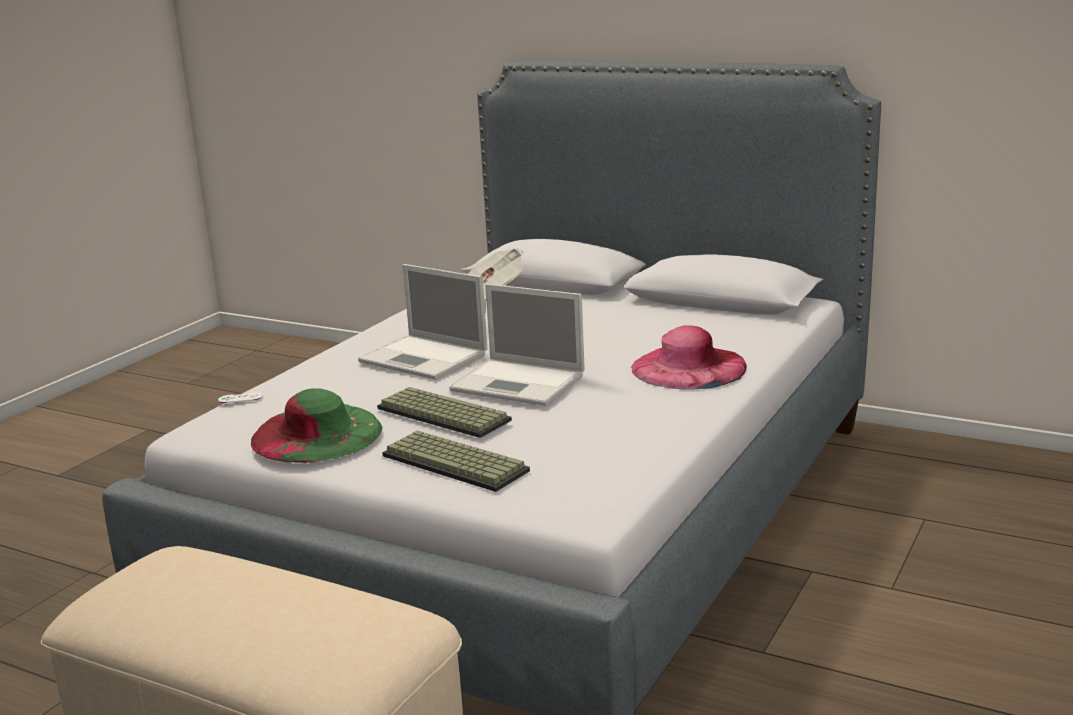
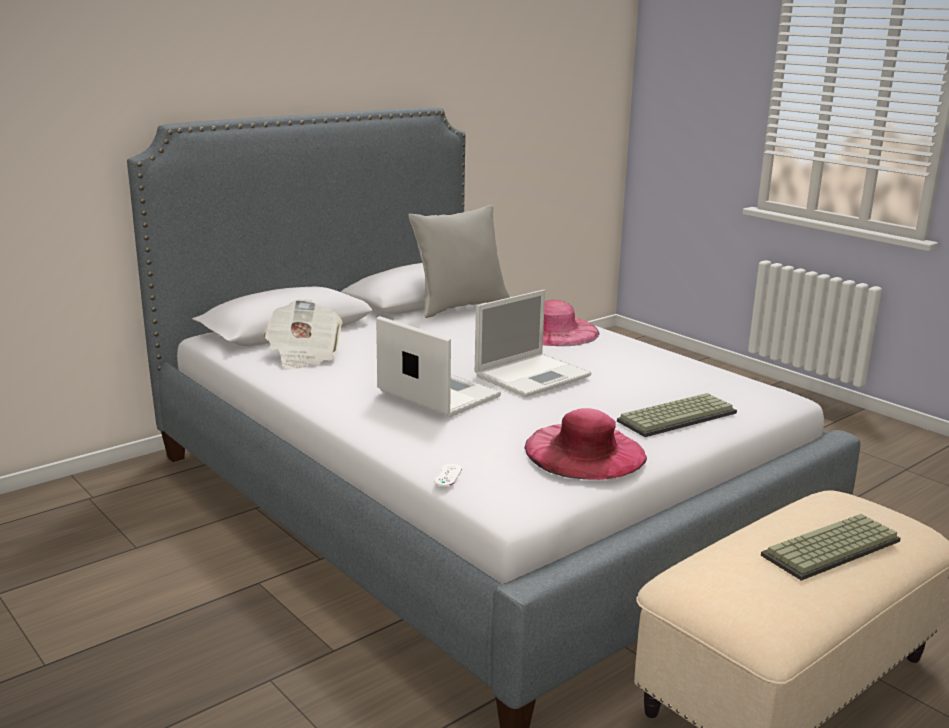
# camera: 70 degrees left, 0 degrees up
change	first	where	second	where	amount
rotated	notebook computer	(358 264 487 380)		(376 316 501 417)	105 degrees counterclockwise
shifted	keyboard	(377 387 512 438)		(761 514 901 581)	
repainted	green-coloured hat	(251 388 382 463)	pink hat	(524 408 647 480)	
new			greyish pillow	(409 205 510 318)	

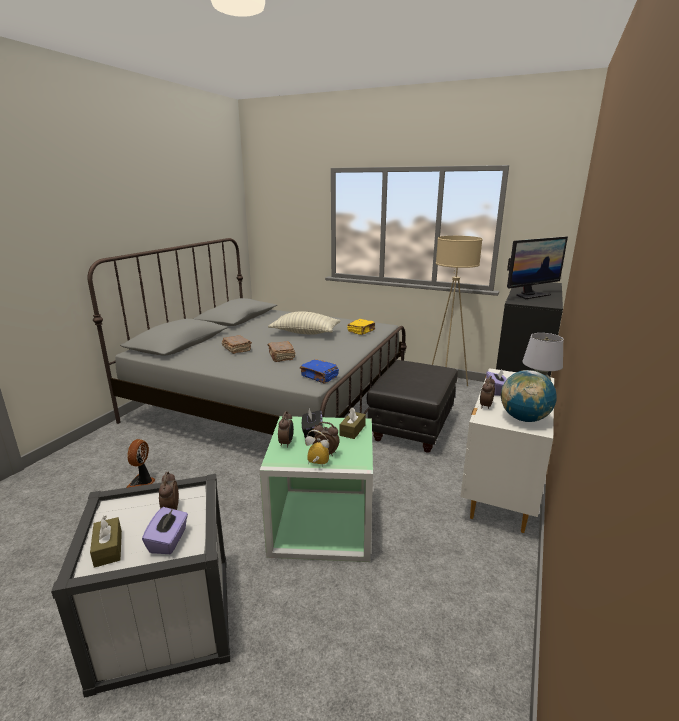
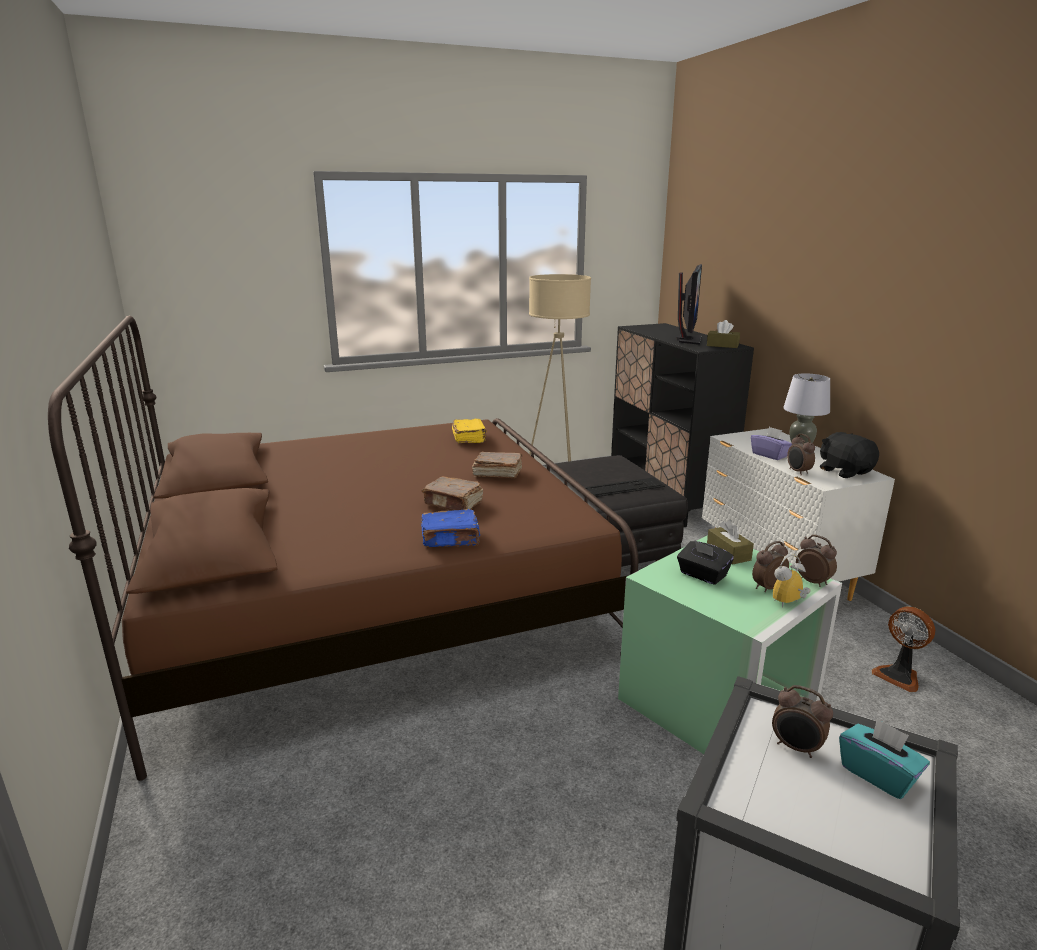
# camera: 45 degrees left, 0 degrees up
change	first	where	second	where	amount
repainted	greyish sleeping bed	(88 238 407 435)	brown-coloured sleeping bed	(48 316 638 781)	
gone	pillow	(268 311 341 334)			
shifted	brown-coloured book	(222 335 252 354)		(472 451 523 478)	
shifted	blue book	(300 359 339 384)		(421 509 481 547)	
swapped	desk globe	(501 370 557 422)	blackish soft toy	(820 432 879 478)	
shifted	bedside clock	(278 411 294 448)		(796 535 837 587)	
shifted	fan	(126 439 156 488)		(871 607 935 692)	
repainted	purplish tissue holder	(142 507 188 554)	blue-green tissue holder	(839 718 930 799)	
shifted	brown-coloured tissue holder	(90 515 122 568)		(707 320 740 348)	
new			keyboard	(584 477 665 497)	

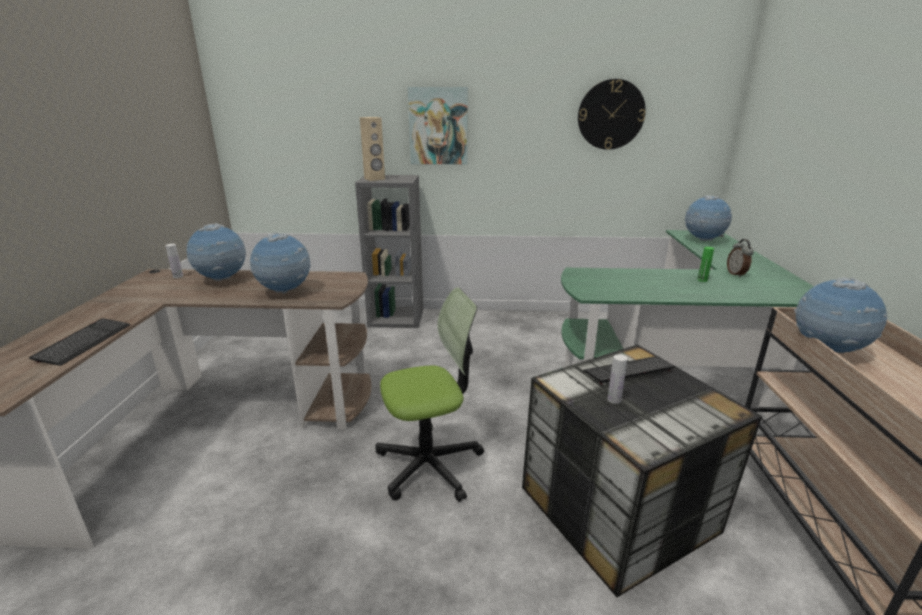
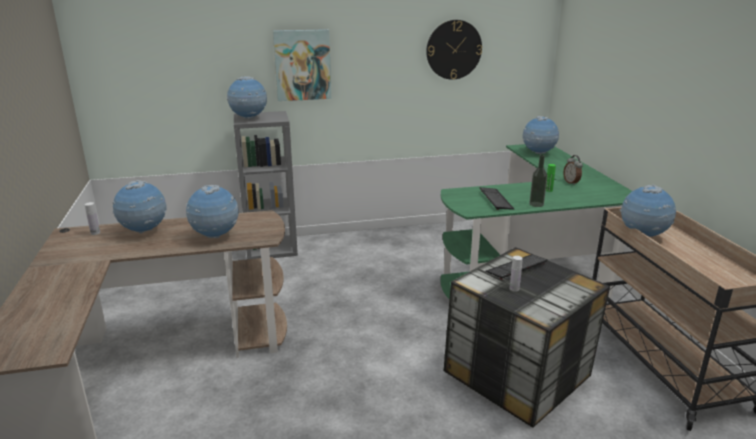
# camera: 15 degrees left, 0 degrees up
change	first	where	second	where	amount
swapped	beige loudspeaker	(360 117 385 181)	desk globe	(227 76 267 120)	
gone	desk chair	(375 288 484 502)			
shifted	keyboard	(29 318 130 366)		(479 187 515 210)	
new			beverage bottle	(529 155 547 207)	

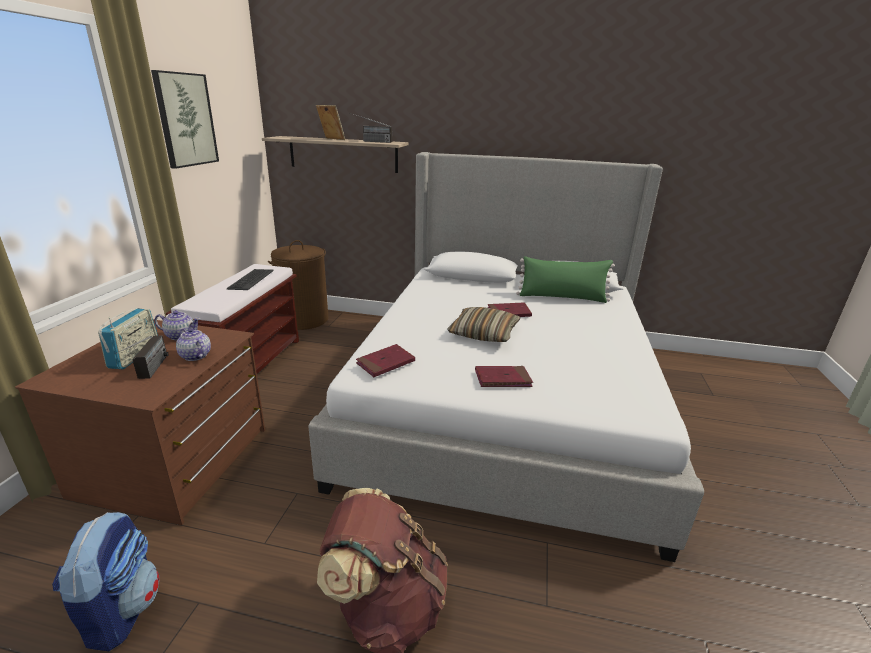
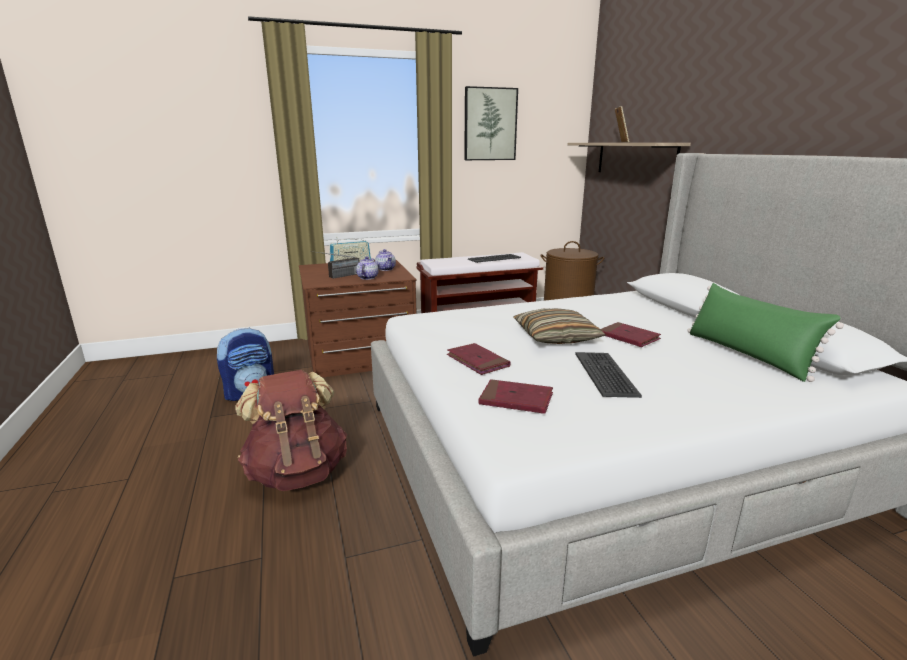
# camera: 60 degrees right, 5 degrees down
change	first	where	second	where	amount
gone	radio	(354 114 392 143)			
shifted	reddish book	(356 344 415 377)		(478 379 553 414)	
new			keyboard	(575 352 642 398)	

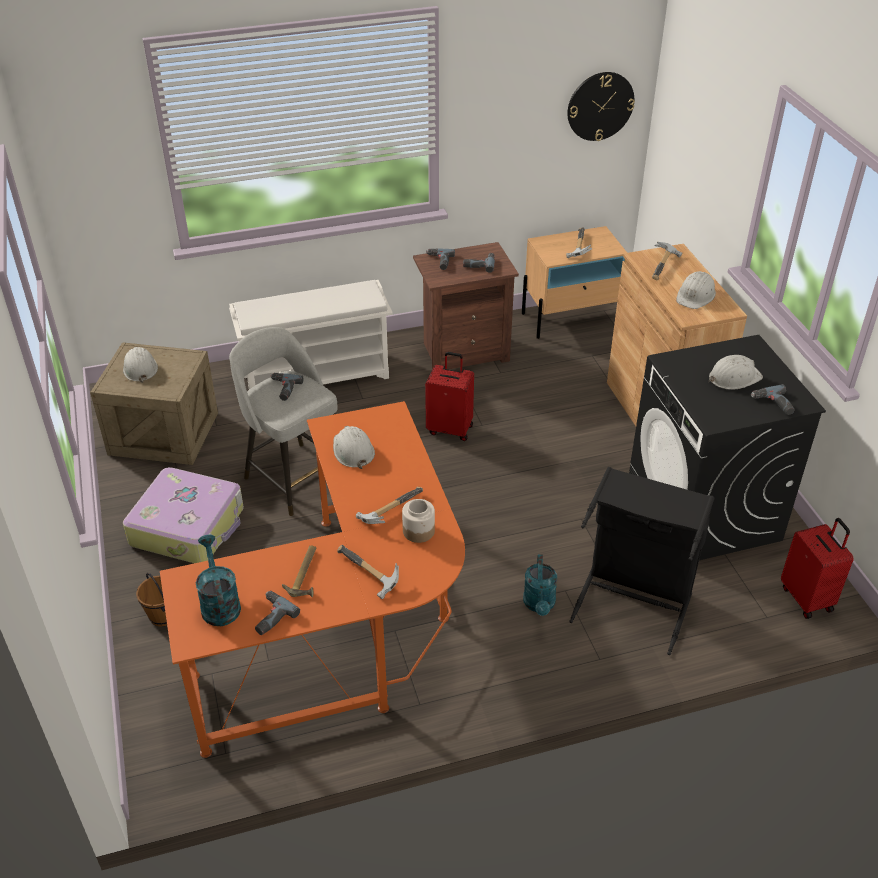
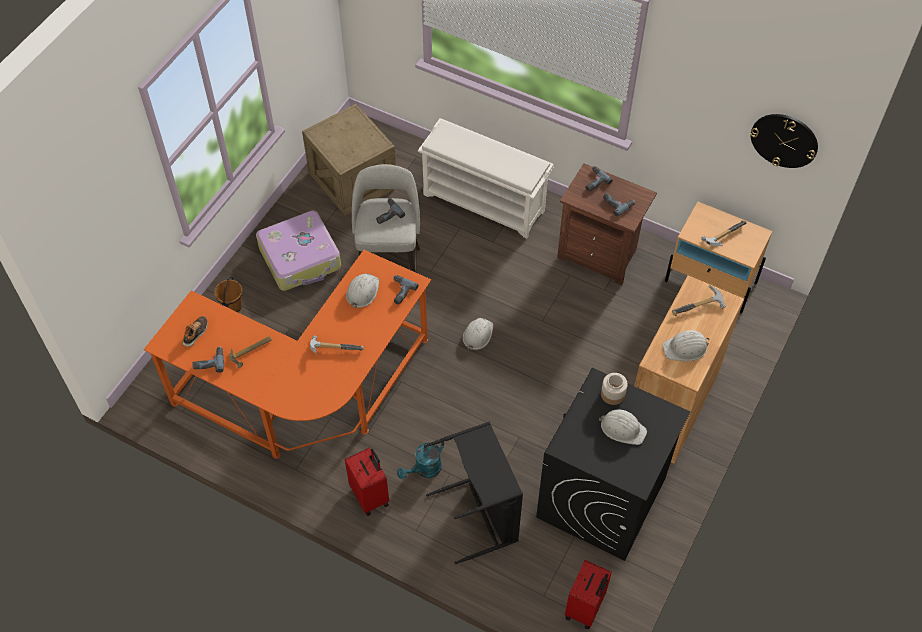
# camera: 45 degrees right, 15 degrees up
change	first	where	second	where	amount
shifted	whitish hard hat	(123 347 158 383)		(463 318 493 350)	
shifted	reddish suitcase	(425 352 474 441)		(345 448 389 516)	
shifted	electric drill	(751 384 794 415)		(393 275 419 304)	
shifted	jar	(402 499 435 543)		(601 373 628 405)	
swapped	blue-green watering pot	(196 535 241 626)	shoe	(182 316 208 347)	
gone	hammer	(337 545 399 599)			

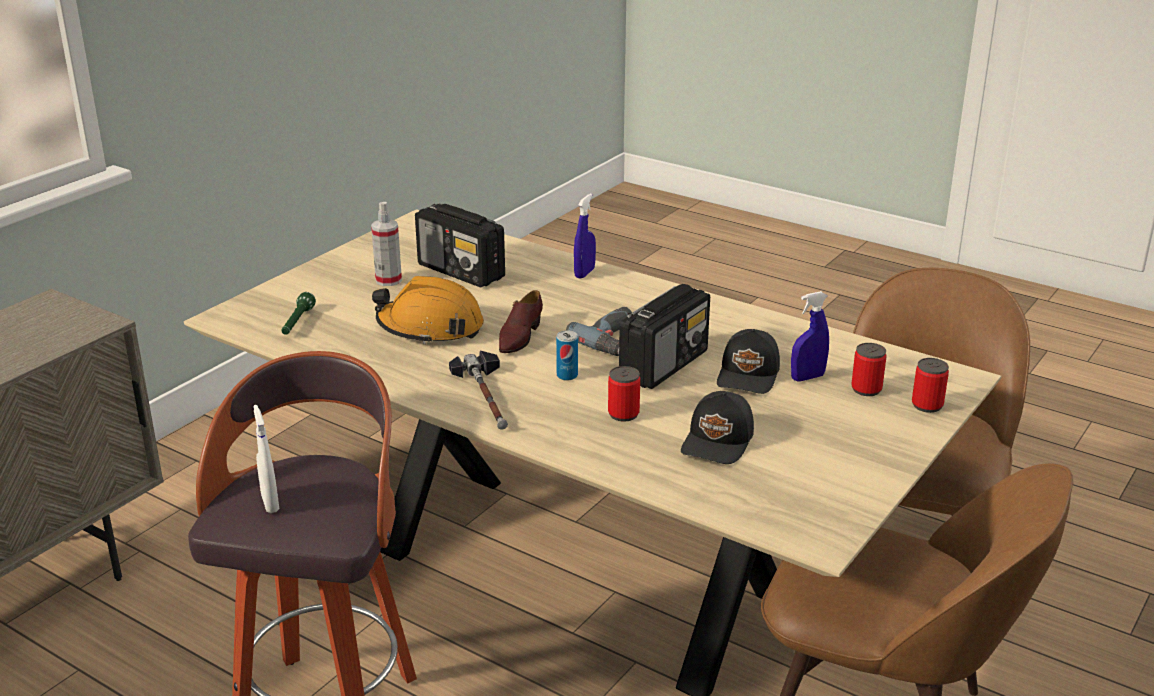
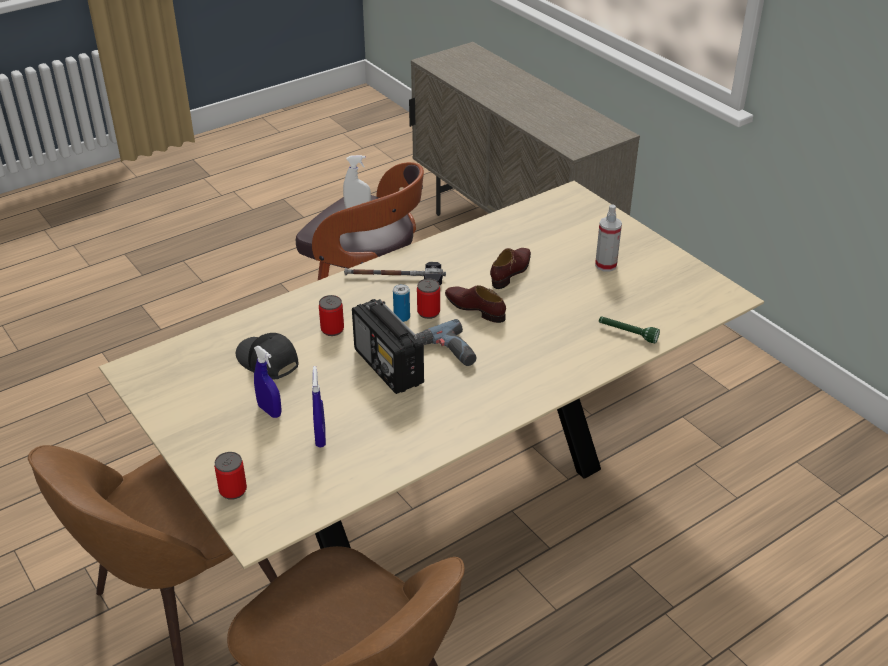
# camera: 110 degrees right, 10 degrees up
change	first	where	second	where	amount
shifted	blue spray bottle	(574 193 596 279)		(254 346 282 418)	
gone	radio	(415 203 505 287)			
swapped	orange-coloured hard hat	(372 276 484 345)	brown-coloured shoe	(490 248 531 289)	
shifted	green-coloured flashlight	(281 292 316 335)		(599 316 660 344)	
gone	blackish peaked cap	(717 329 780 394)			
shifted	can	(851 343 887 396)		(417 279 440 319)	

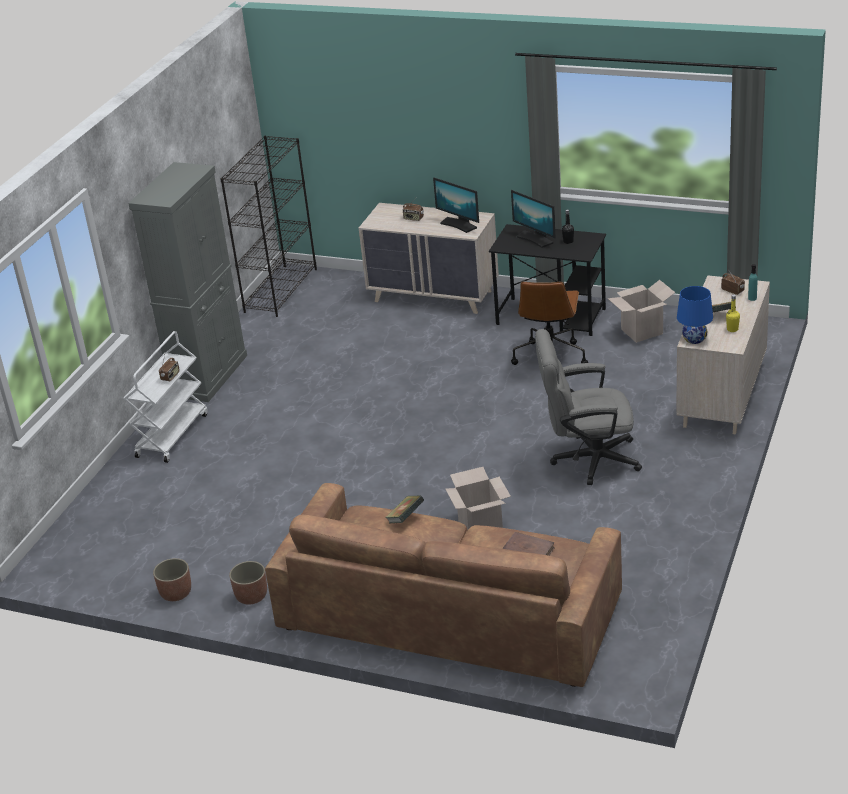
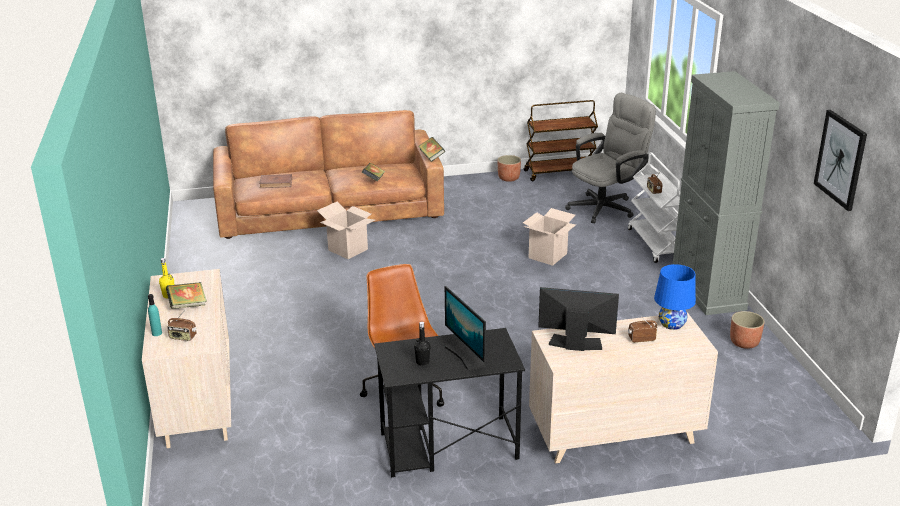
# camera: 145 degrees right, 5 degrees down
change	first	where	second	where	amount
gone	blackish bookshelf	(220 136 317 317)			
rotated	computer display	(511 190 556 248)		(444 286 486 371)	135 degrees counterclockwise
shifted	cardboard box	(608 280 675 343)		(523 208 576 266)	
shifted	blue tabletop lamp	(677 286 713 344)		(654 264 696 330)	
shifted	greyish desk chair	(535 329 642 485)		(565 93 656 224)	
shifted	planter	(229 561 267 605)		(730 311 765 349)	
new			brown-coloured trolley	(523 100 598 181)	
new			picture	(814 110 867 211)	
new			book	(418 137 445 162)	

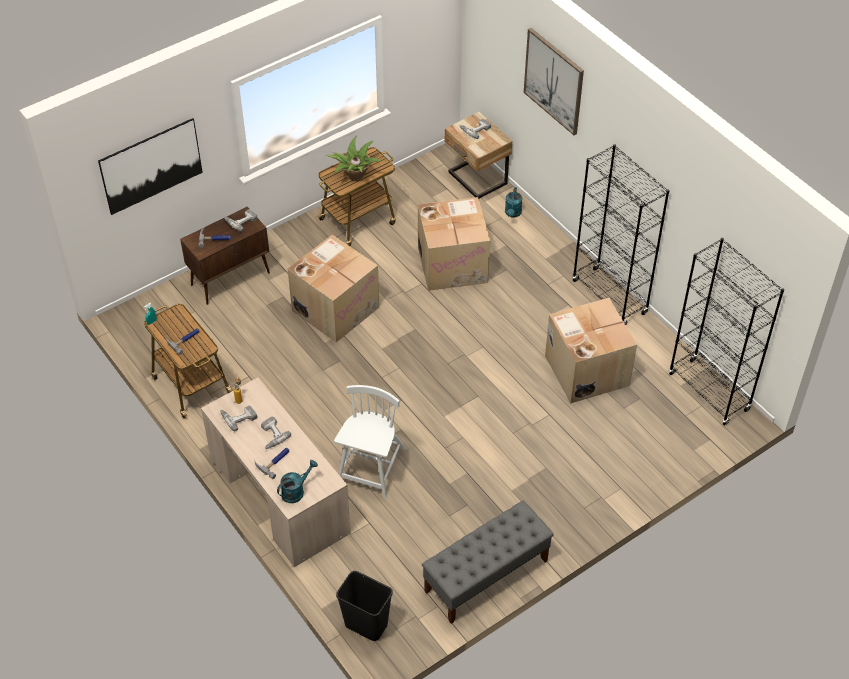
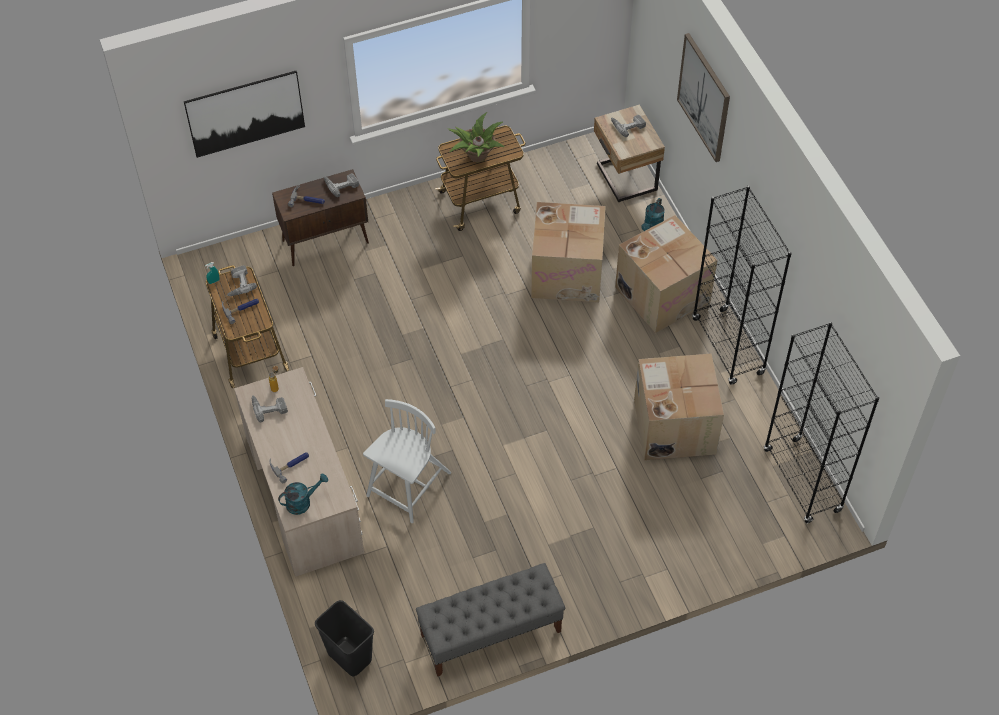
# camera: 15 degrees right, 5 degrees up
change	first	where	second	where	amount
shifted	cardboard box	(288 235 379 342)		(615 215 718 333)	
shifted	electric drill	(261 416 291 449)		(227 265 257 296)	

